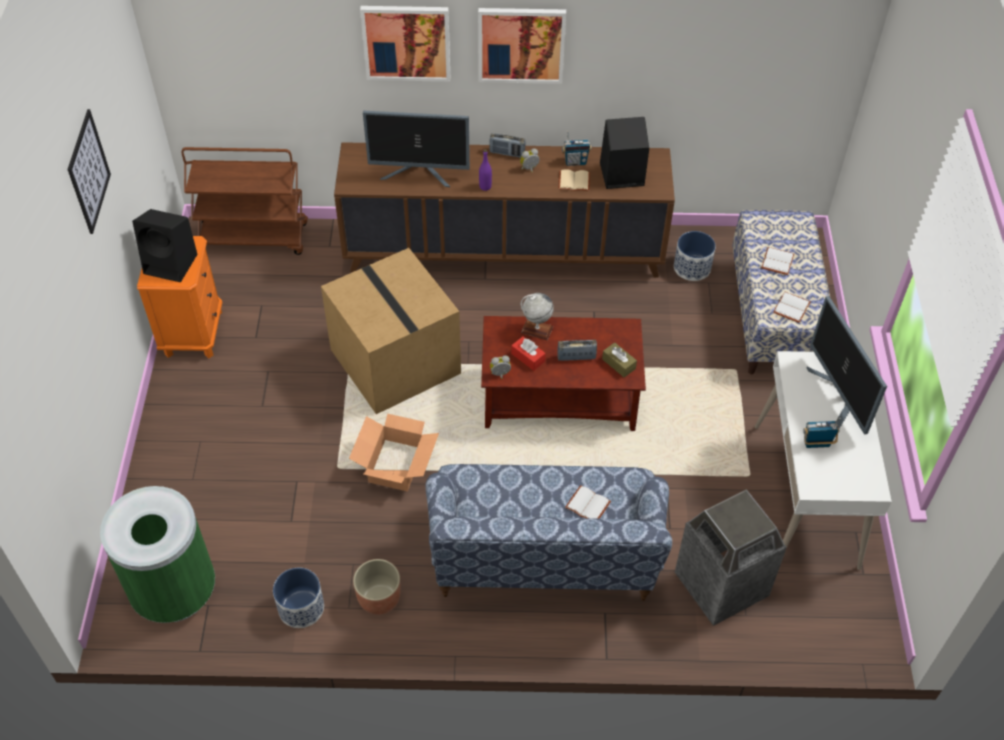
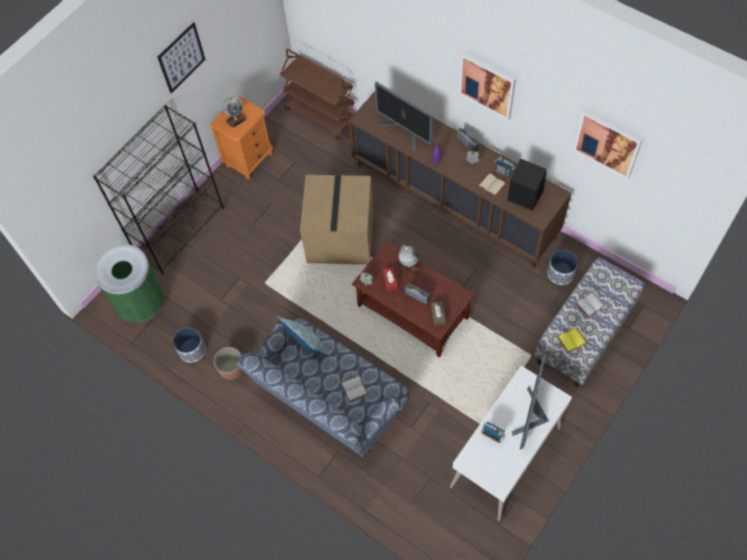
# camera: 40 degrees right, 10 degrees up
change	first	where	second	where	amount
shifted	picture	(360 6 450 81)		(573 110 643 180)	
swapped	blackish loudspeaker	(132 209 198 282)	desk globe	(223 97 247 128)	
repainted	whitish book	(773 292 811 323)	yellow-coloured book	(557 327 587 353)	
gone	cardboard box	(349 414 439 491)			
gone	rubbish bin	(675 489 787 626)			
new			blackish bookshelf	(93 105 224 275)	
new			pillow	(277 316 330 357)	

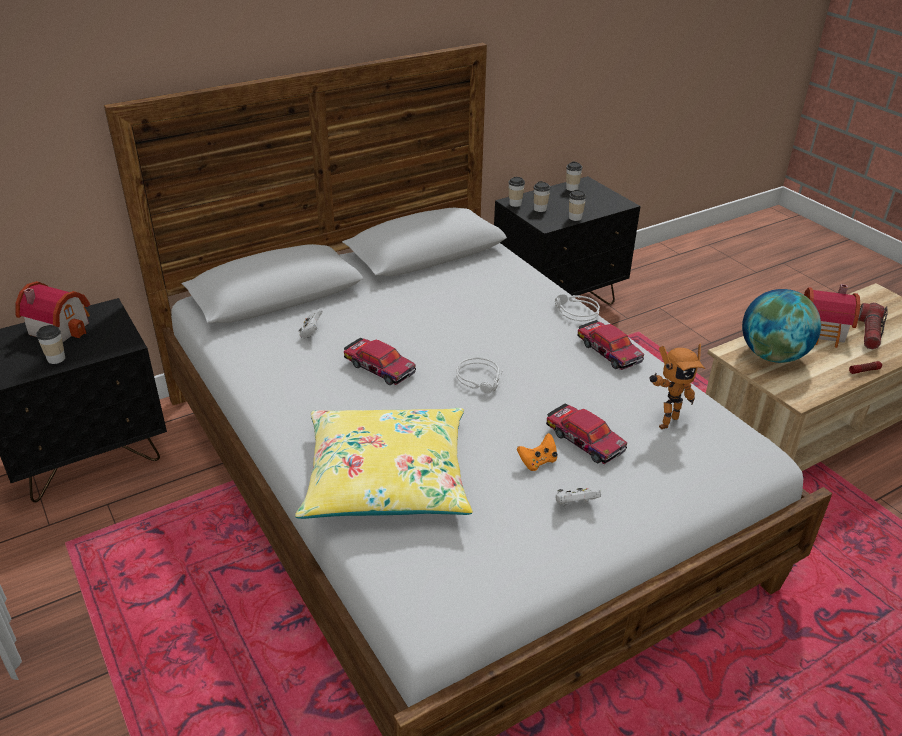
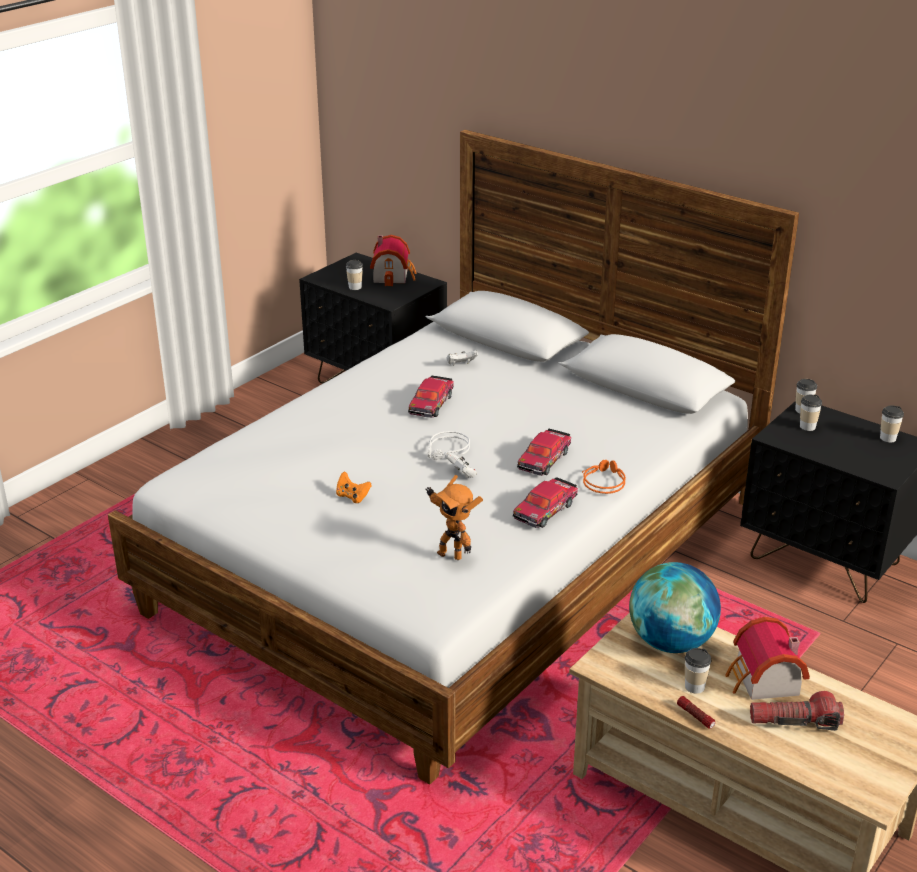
# camera: 70 degrees right, 5 degrees down
change	first	where	second	where	amount
shifted	small cup	(569 190 586 221)		(685 648 711 694)	
repainted	greyish headset	(555 293 600 321)	orange-coloured headset	(582 460 626 494)	
shifted	miniature car	(546 403 627 464)		(517 429 571 476)	
gone	yellow-coloured pillow	(295 408 473 519)			
shifted	whitish game controller	(556 488 601 506)		(445 452 477 478)	

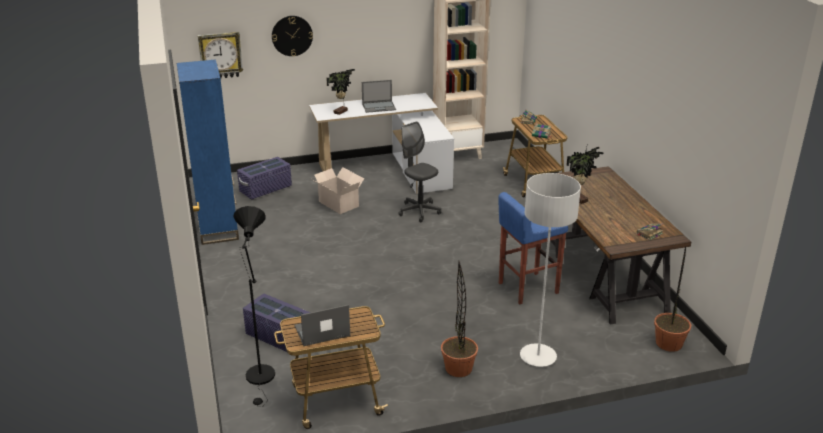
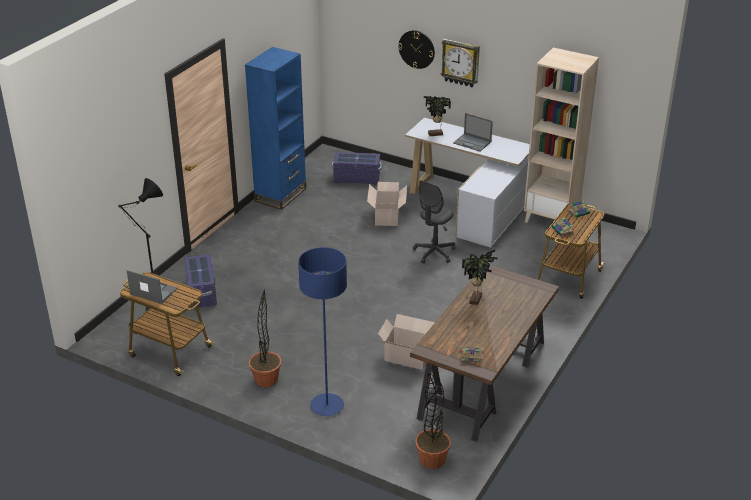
# camera: 45 degrees right, 5 degrees up
change	first	where	second	where	amount
shifted	hanging clock	(198 32 243 78)		(441 39 480 87)	
rotated	greyish desk chair	(398 121 441 222)		(413 180 455 264)	150 degrees counterclockwise
repainted	greyish floor lamp	(520 173 581 367)	blue floor lamp	(298 247 347 416)	
swapped	blue sitting stool	(498 192 568 304)	cardboard box	(378 314 435 370)	

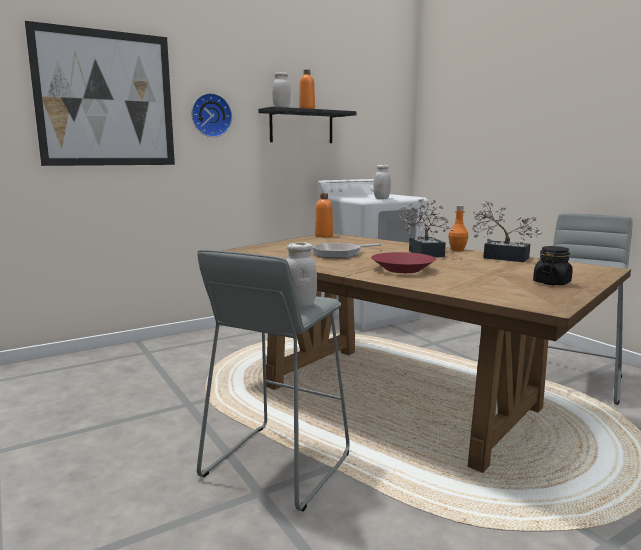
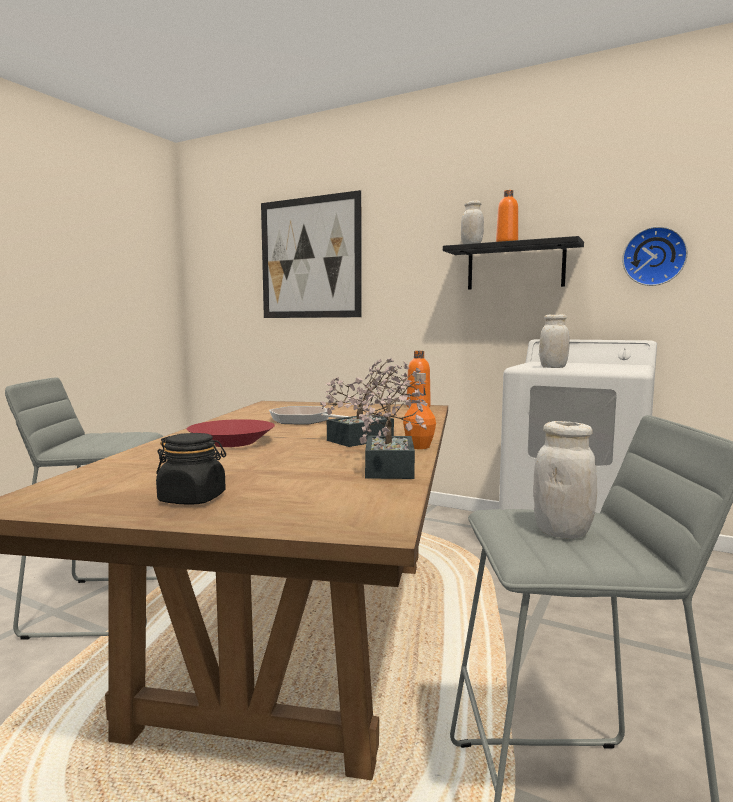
# camera: 60 degrees right, 5 degrees down
change	first	where	second	where	amount
shifted	hanging clock	(191 93 232 137)		(622 226 688 286)	
shifted	whitish jar	(286 243 317 309)		(533 421 597 539)	

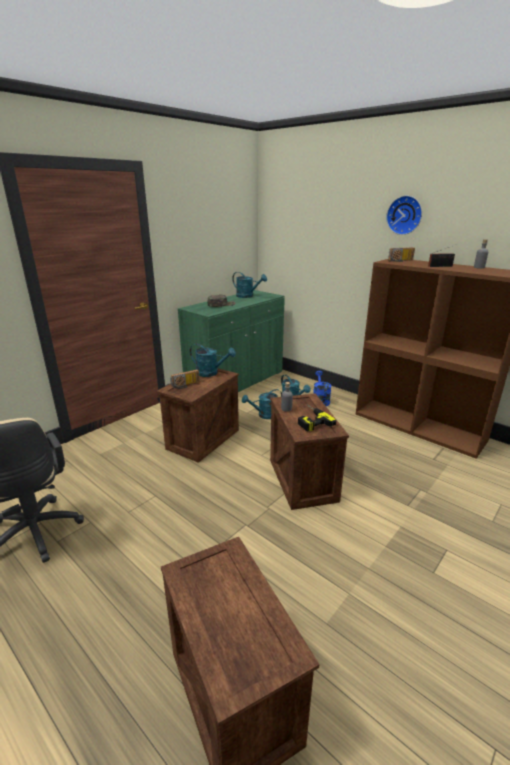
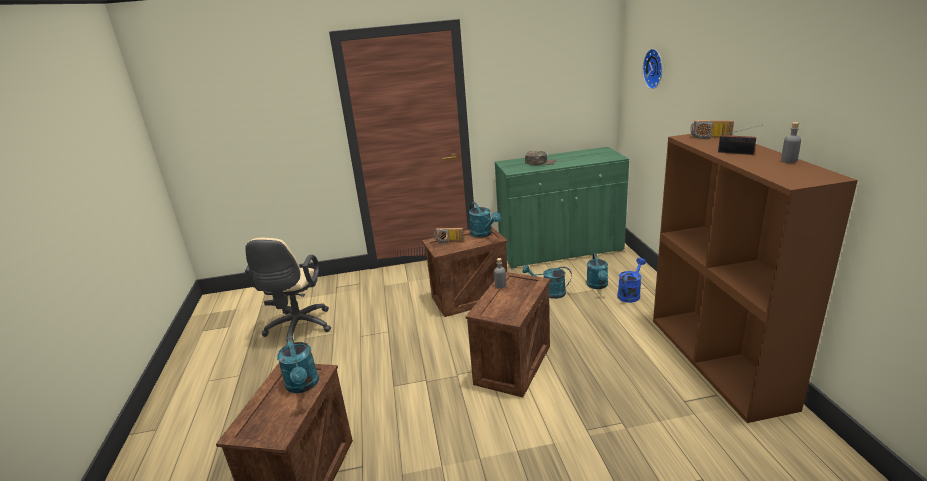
# camera: 40 degrees right, 0 degrees up
change	first	where	second	where	amount
shifted	hanging clock	(386 196 422 235)		(643 49 663 89)	
shifted	blue-green watering pot	(232 272 267 298)		(277 334 319 393)	
gone	electric drill	(298 404 336 431)			

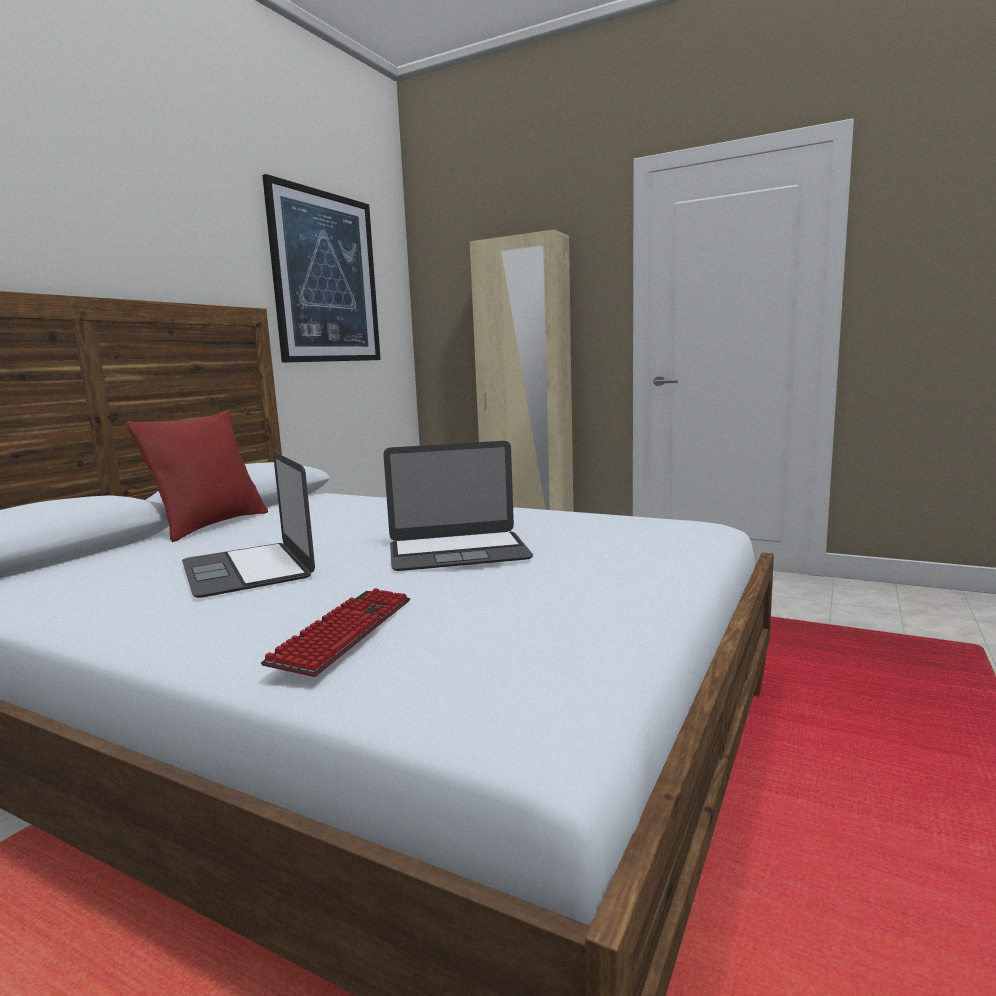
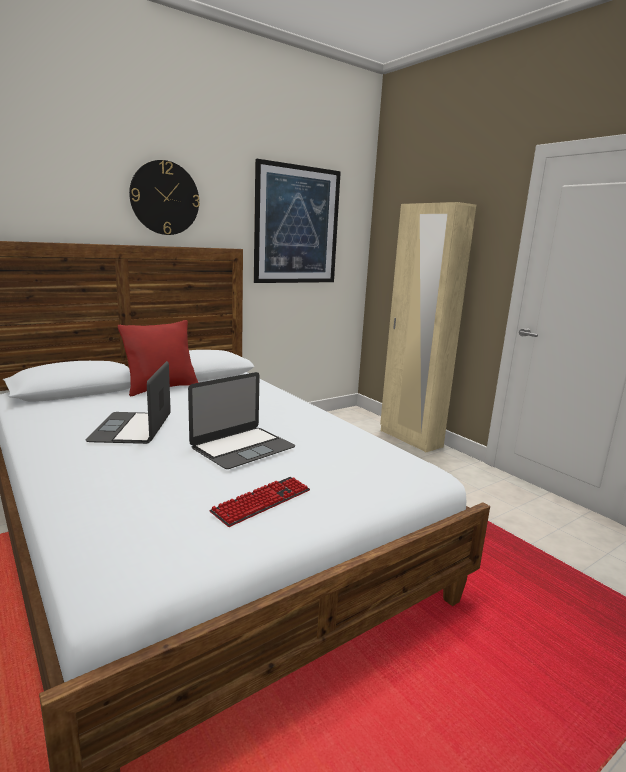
# camera: 25 degrees right, 5 degrees up
change	first	where	second	where	amount
rotated	notebook computer	(383 441 533 571)		(188 372 295 469)	60 degrees counterclockwise
shifted	keyboard	(261 588 410 677)		(209 477 310 527)	
new			hanging clock	(129 160 200 235)	

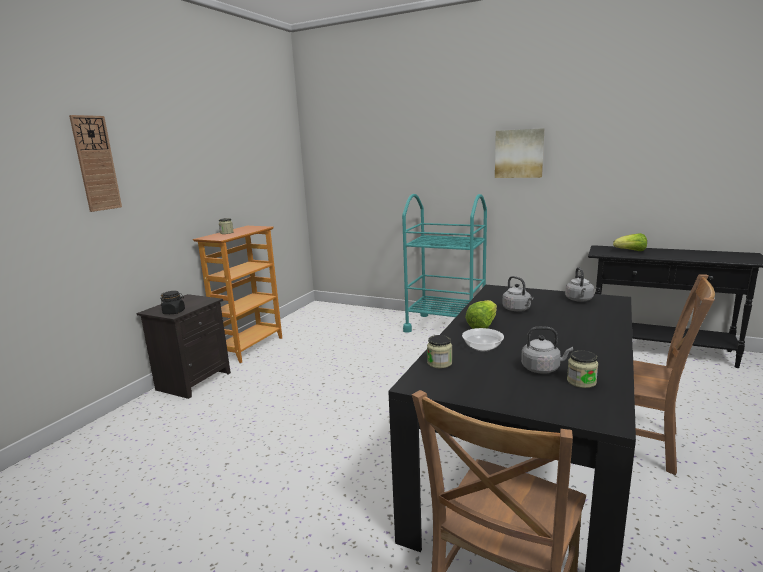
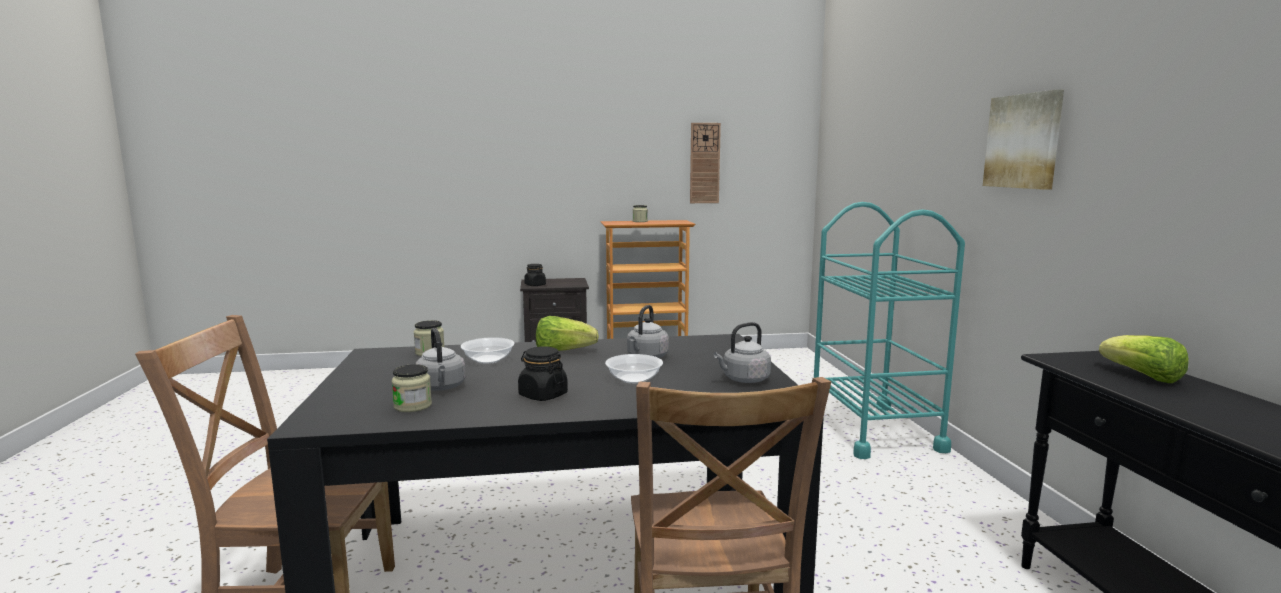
# camera: 55 degrees right, 5 degrees down
change	first	where	second	where	amount
shifted	hanging clock	(69 115 122 212)		(690 123 721 203)	
new			blackish jar	(518 347 568 401)	
new			bowl	(605 354 663 384)	

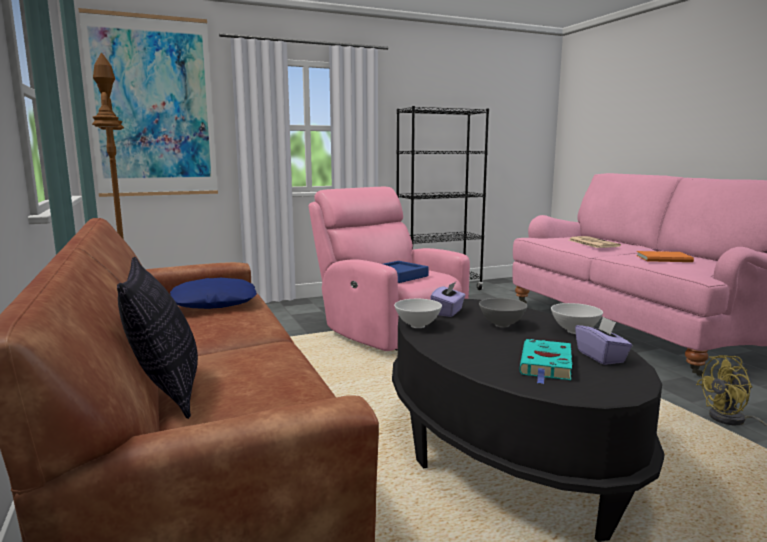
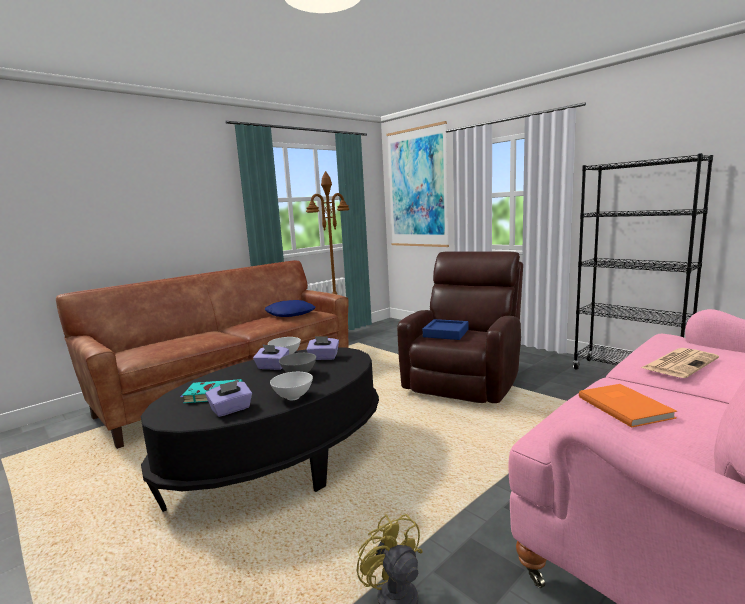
# camera: 70 degrees right, 0 degrees up
change	first	where	second	where	amount
repainted	pink armchair	(308 187 470 351)	brown-coloured armchair	(397 251 523 403)	
gone	pillow	(117 257 198 419)			
new			purplish tissue holder	(253 344 289 370)	

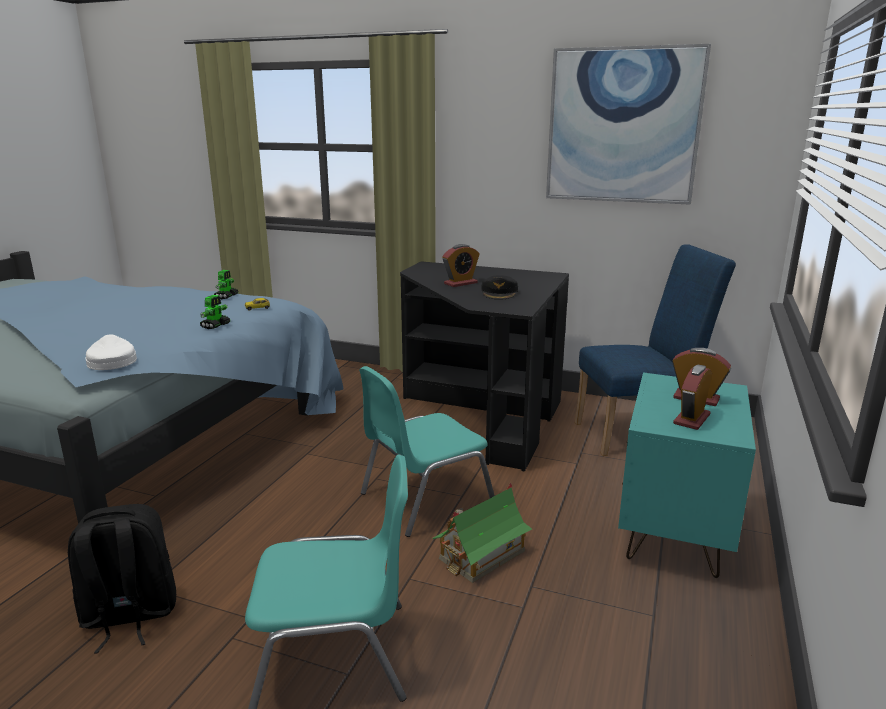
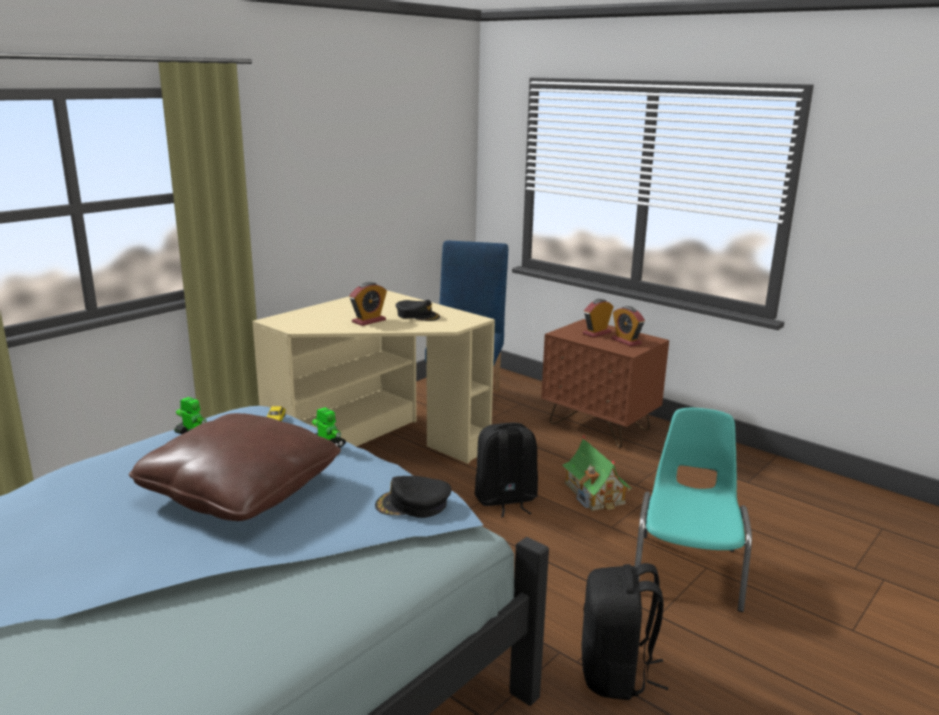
# camera: 70 degrees left, 0 degrees up
change	first	where	second	where	amount
gone	picture	(546 44 711 205)			
rotated	bedside clock	(442 244 480 287)		(349 282 387 326)	60 degrees clockwise
repainted	blackish desk table	(400 261 569 472)	beige desk table	(252 290 495 464)	
repainted	whitish peaked cap	(85 335 137 370)	blackish peaked cap	(375 476 451 518)	
swapped	blue-green plain chair	(359 366 495 537)	blackish knapsack	(475 422 538 518)	
repainted	blue-green night table	(618 372 756 578)	brown-coloured night table	(541 319 669 448)	
new			brown-coloured pillow	(129 413 341 521)	

